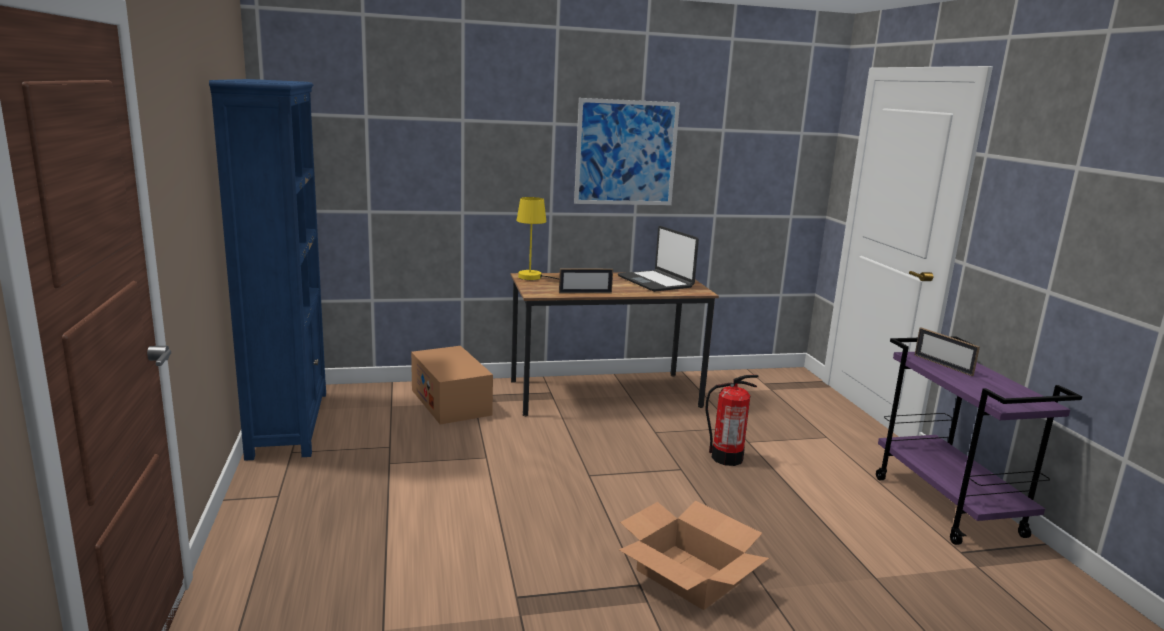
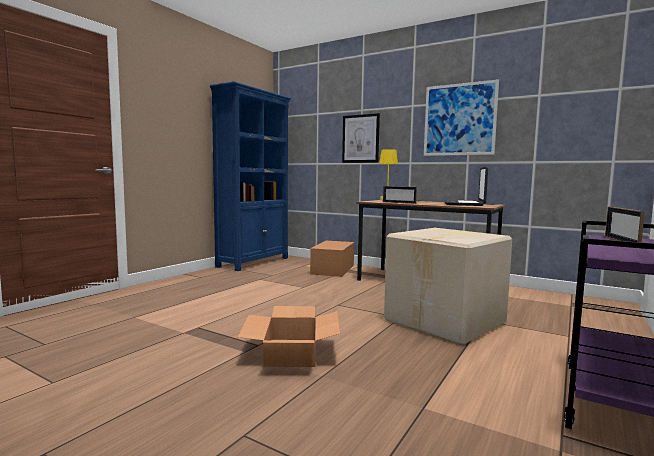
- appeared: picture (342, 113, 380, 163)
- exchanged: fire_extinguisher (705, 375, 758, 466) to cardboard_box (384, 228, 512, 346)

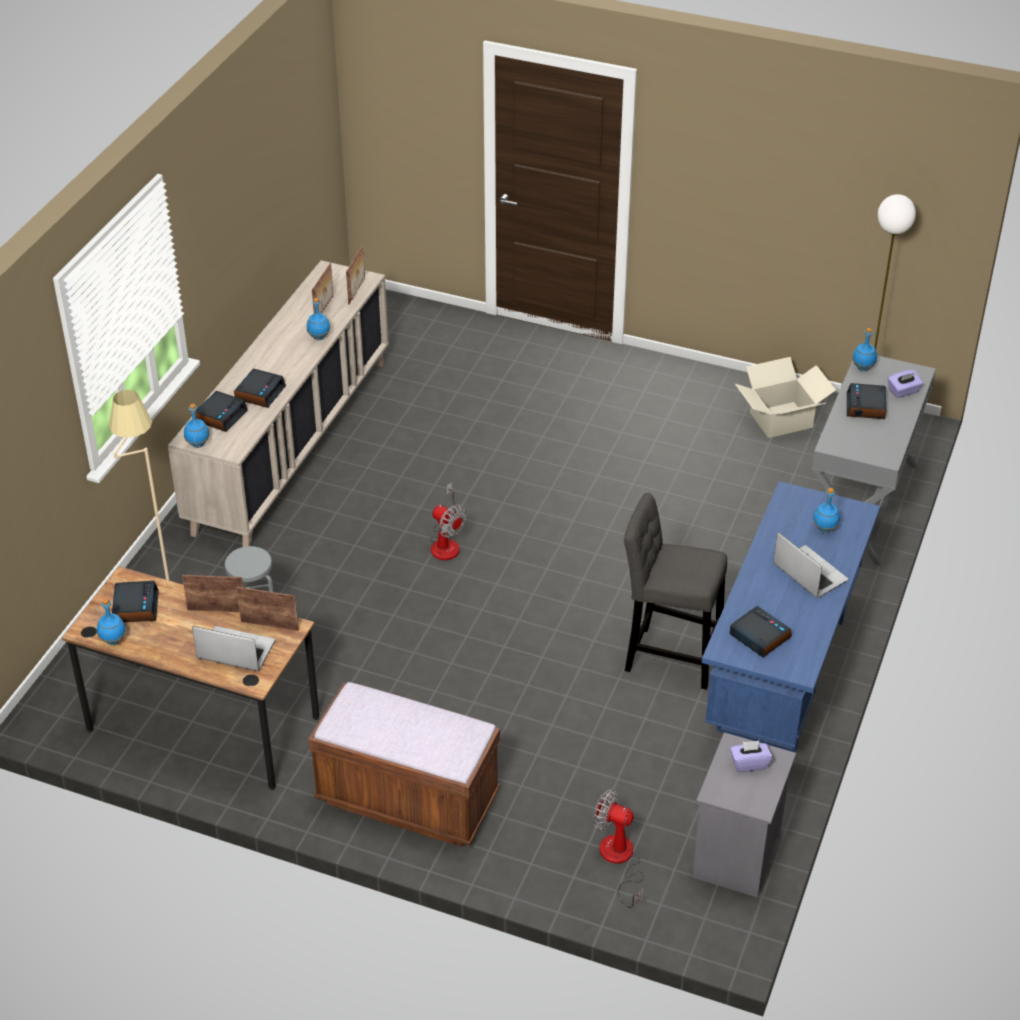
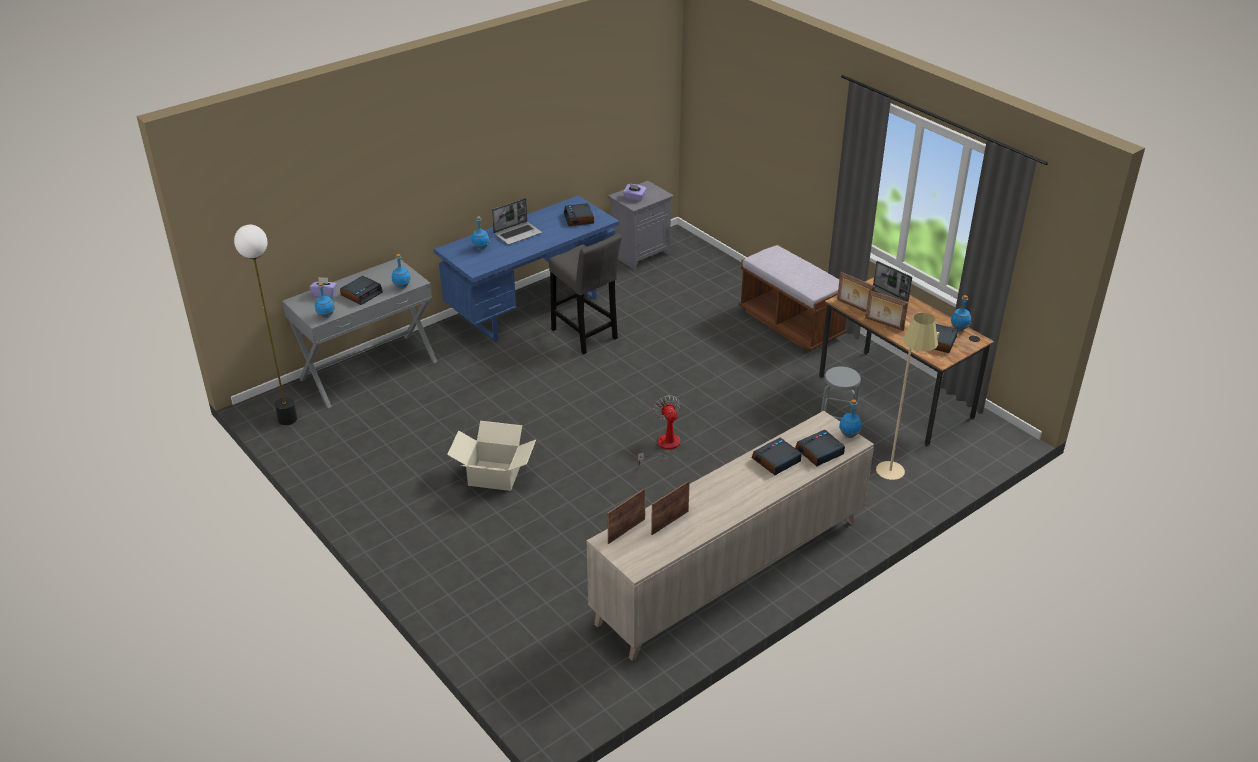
- relocated: blue_bottle (307, 298, 330, 340) to (392, 254, 411, 289)
- relocated: cardboard_box (735, 357, 836, 438) to (447, 421, 536, 491)
- spun: laptop (773, 532, 848, 598) = (492, 198, 542, 245) 120 degrees counterclockwise
- missing: fan (593, 790, 644, 908)

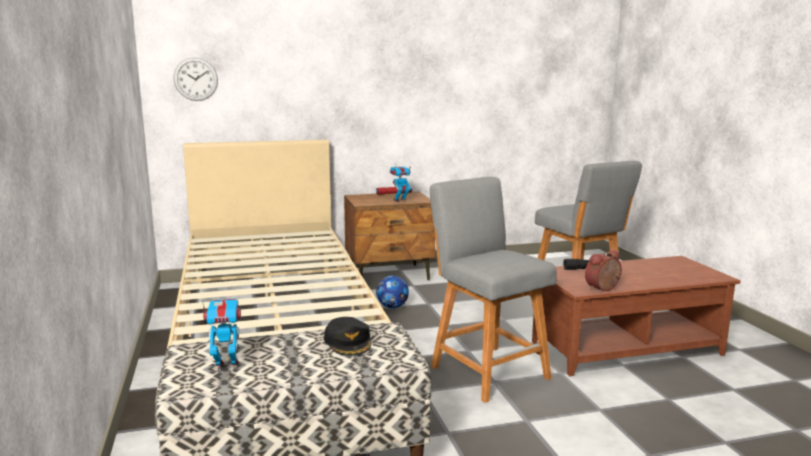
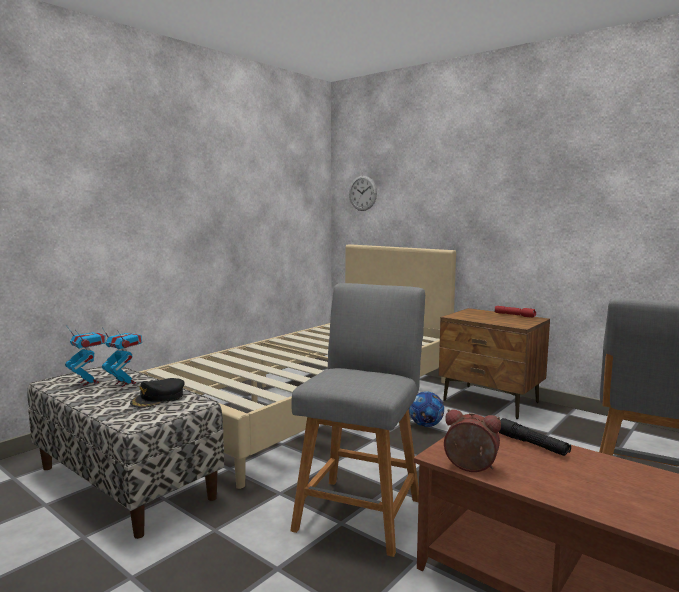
- relocated: toy_robot (390, 165, 411, 202) to (102, 327, 142, 387)

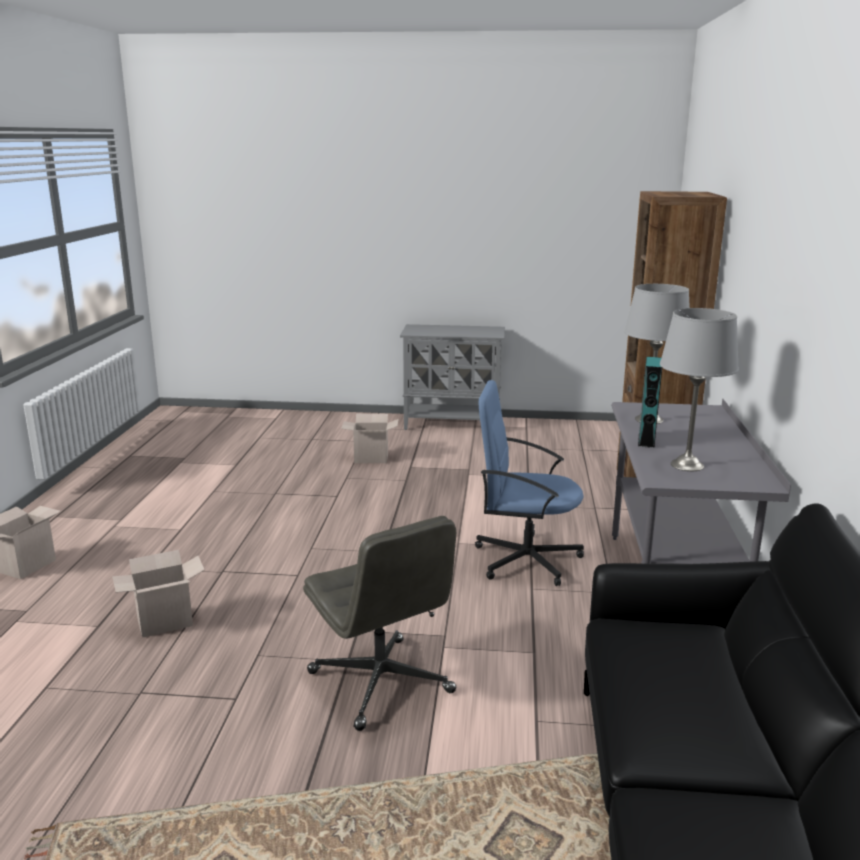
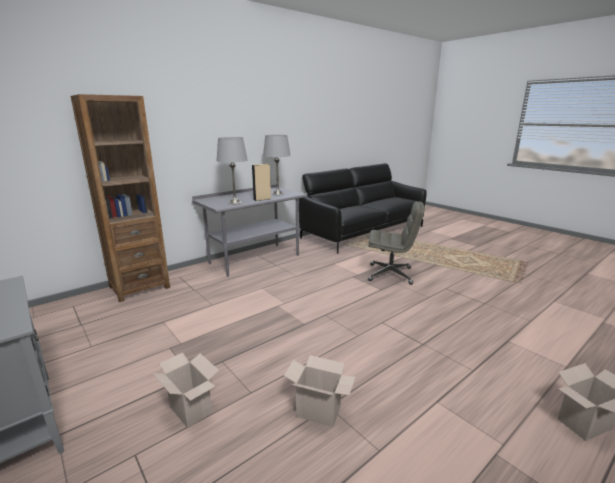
- colour: turquoise_speaker (638, 357, 662, 448) to beige_speaker (252, 164, 271, 201)
- relocated: cardboard_box (112, 550, 205, 637) to (284, 355, 355, 427)
- spun: grey_office_chair (303, 516, 456, 731) = (368, 201, 425, 285) 90 degrees clockwise
- missing: blue_office_chair (475, 380, 584, 586)

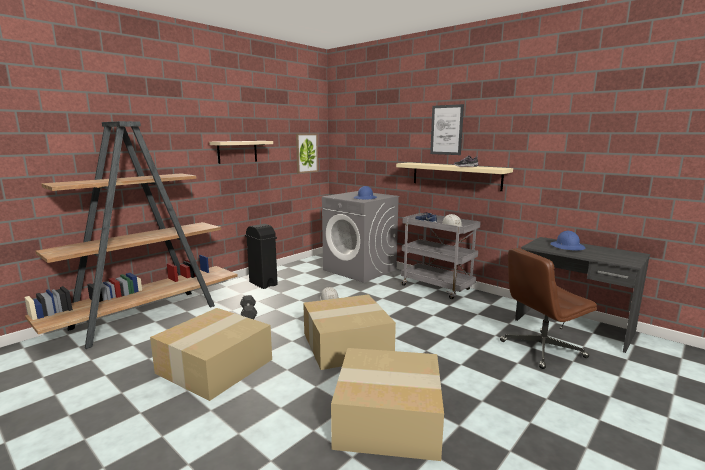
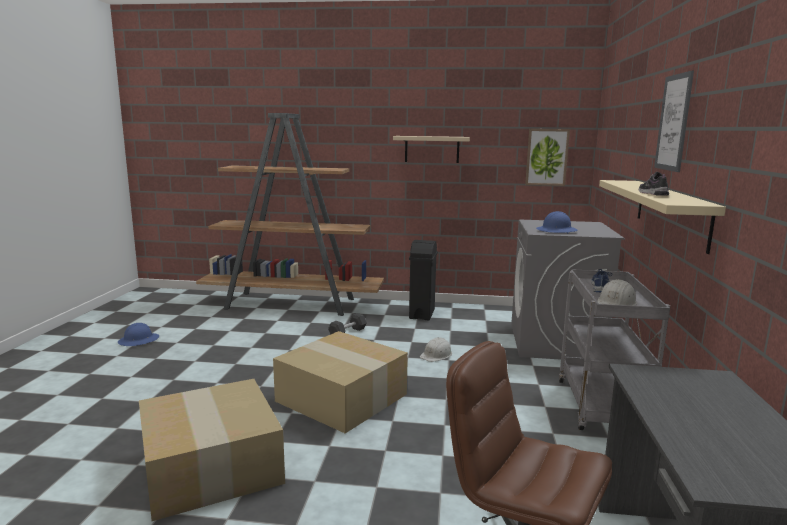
- relocated: blue_hard_hat (550, 231, 585, 251) to (118, 323, 159, 346)
- missing: cardboard_box (150, 308, 272, 401)

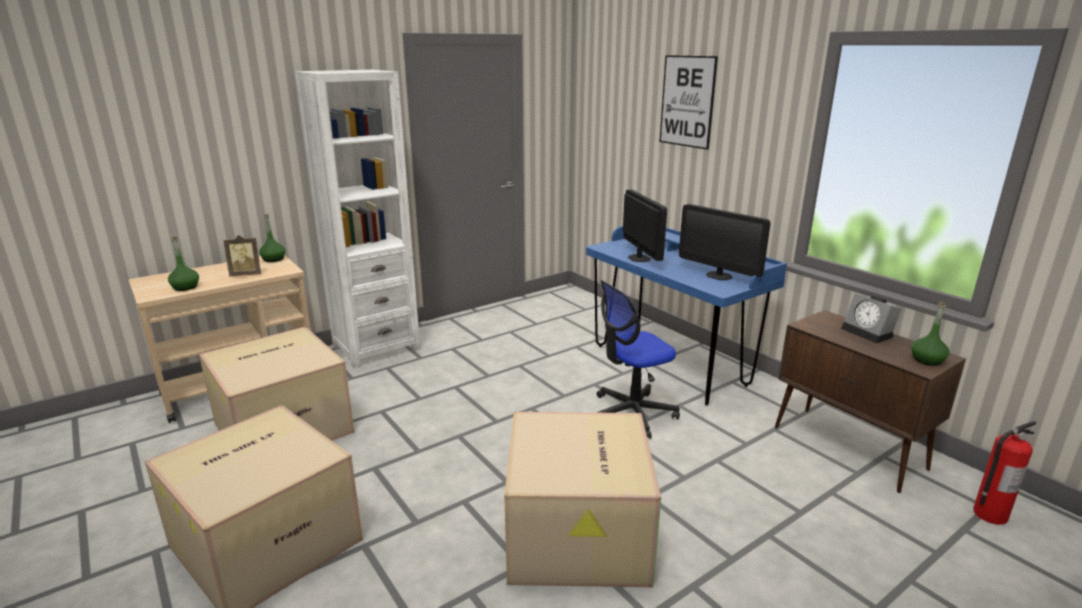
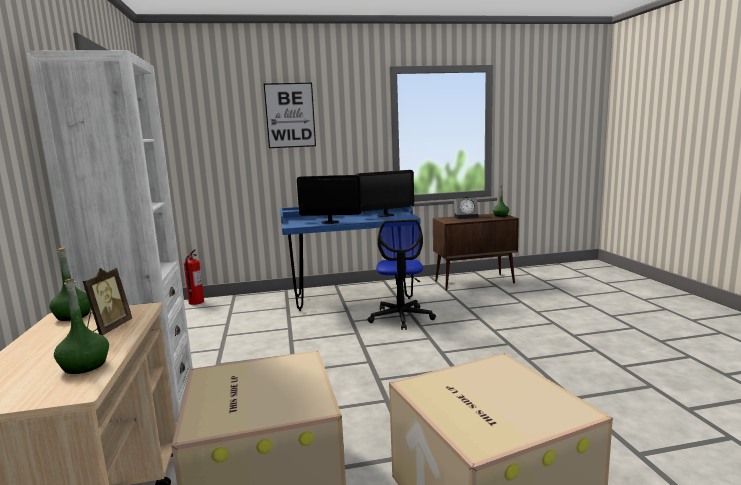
- relocated: fire_extinguisher (973, 421, 1036, 525) to (184, 249, 204, 305)
- missing: cardboard_box (504, 412, 661, 587)

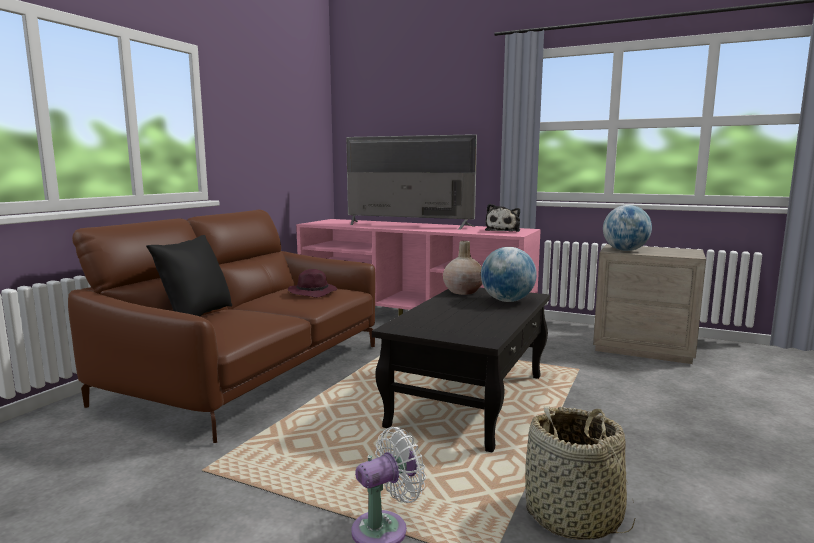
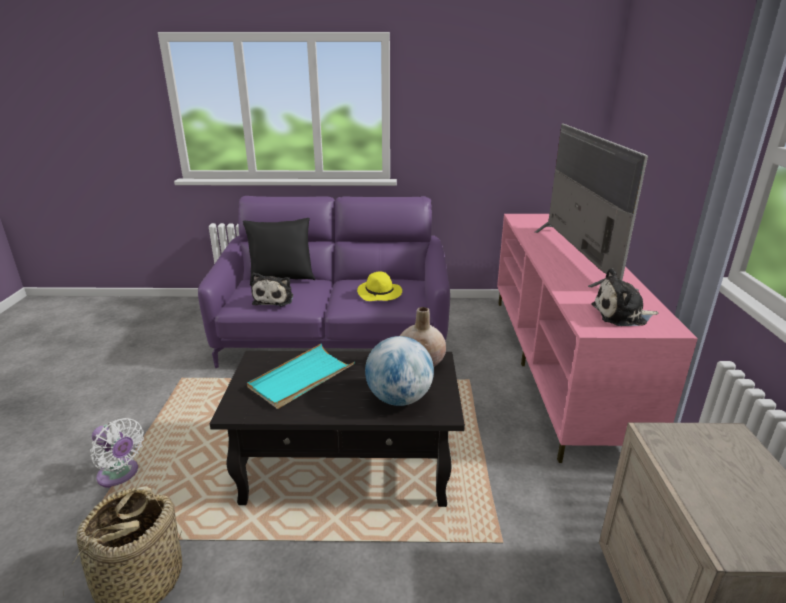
- colour: brown_sofa (68, 210, 376, 443) to purple_sofa (198, 196, 450, 368)
- appeared: turquoise_tray (247, 344, 355, 409)
- appeared: plush_toy (251, 273, 293, 306)
- colour: purple_hat (288, 269, 337, 298) to yellow_hat (357, 271, 402, 301)
- missing: globe (603, 205, 652, 251)

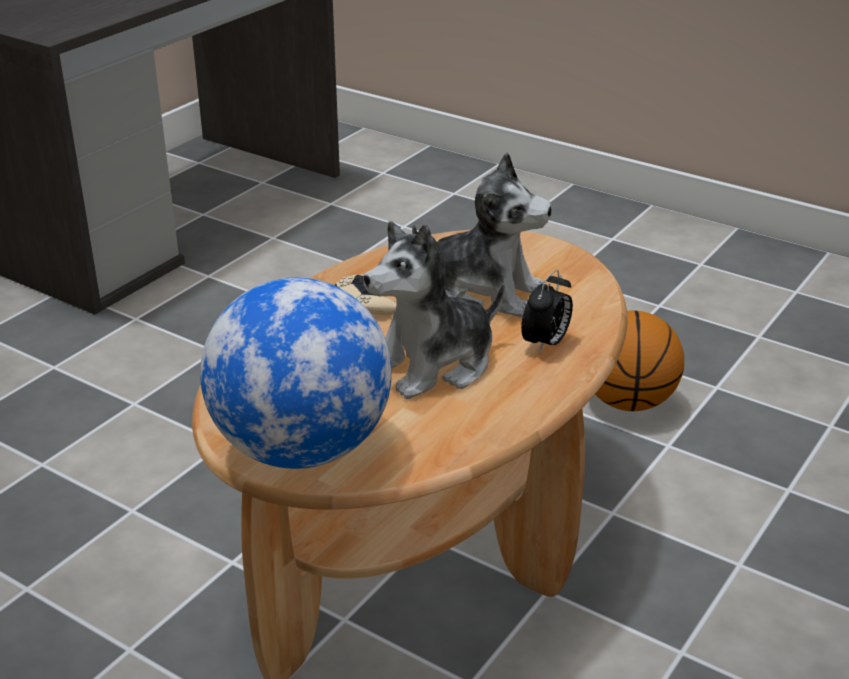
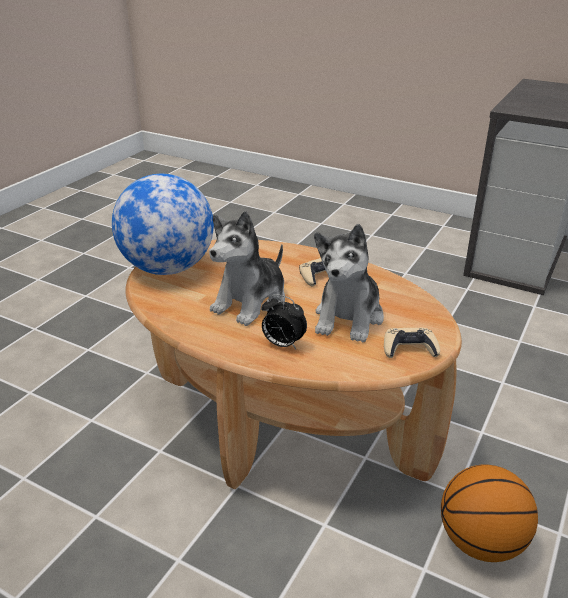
- spun: plush_toy (363, 221, 504, 399) = (209, 211, 285, 326) 105 degrees counterclockwise
- appeared: beige_game_controller (384, 327, 440, 358)

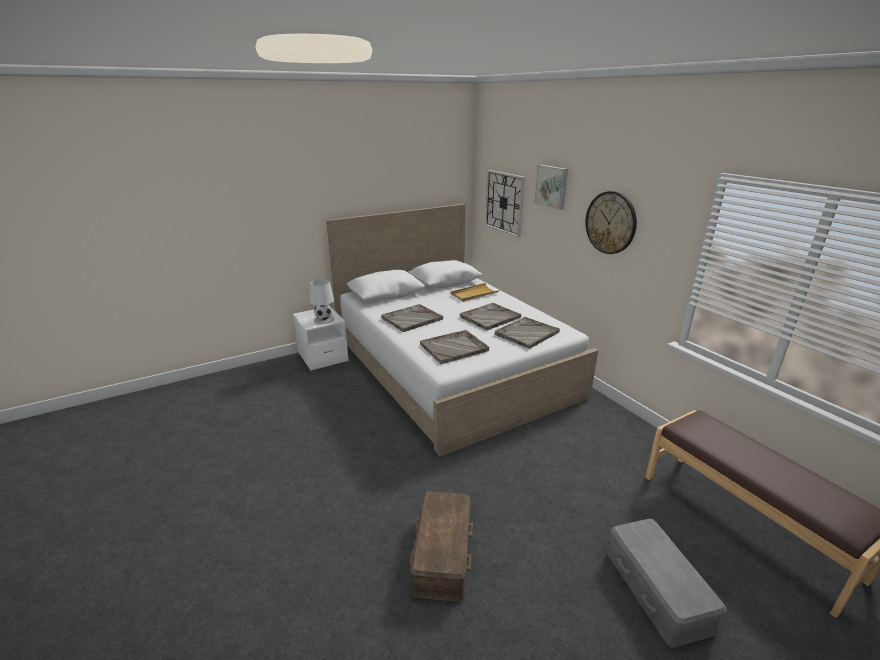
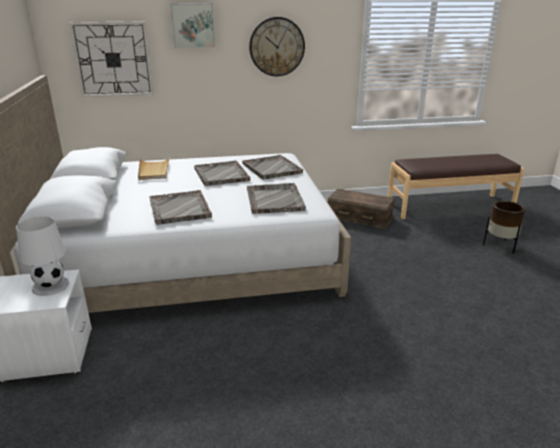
- relocated: brown_storage_box (409, 491, 473, 602) to (328, 189, 395, 229)
- exchanged: grey_storage_box (607, 519, 727, 648) to brown_planter (483, 201, 525, 254)

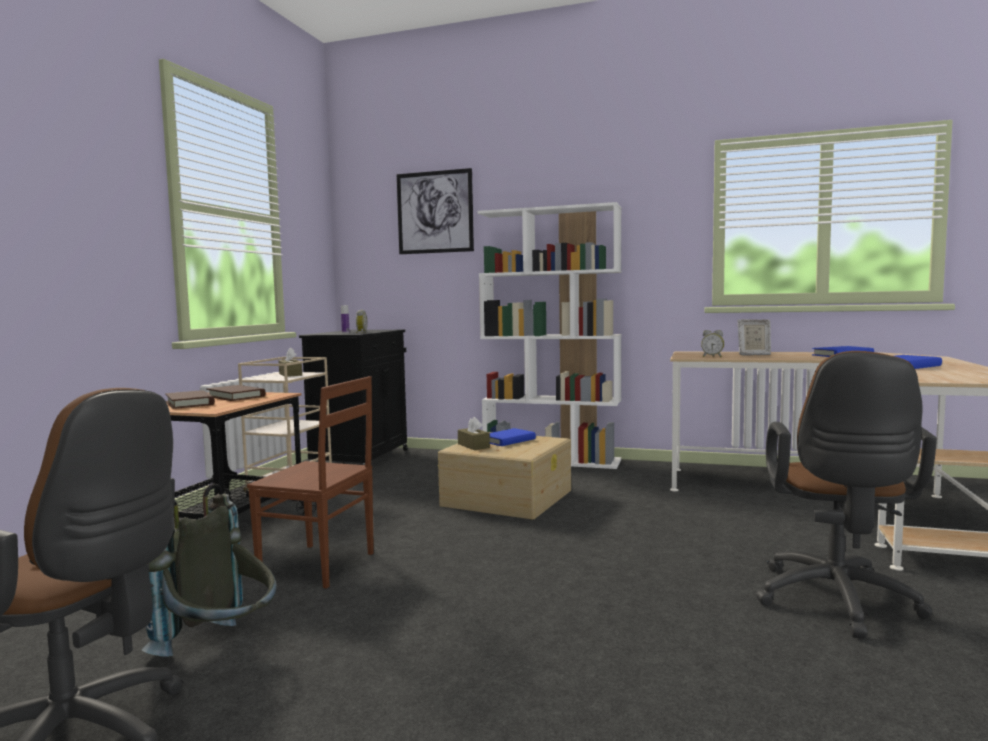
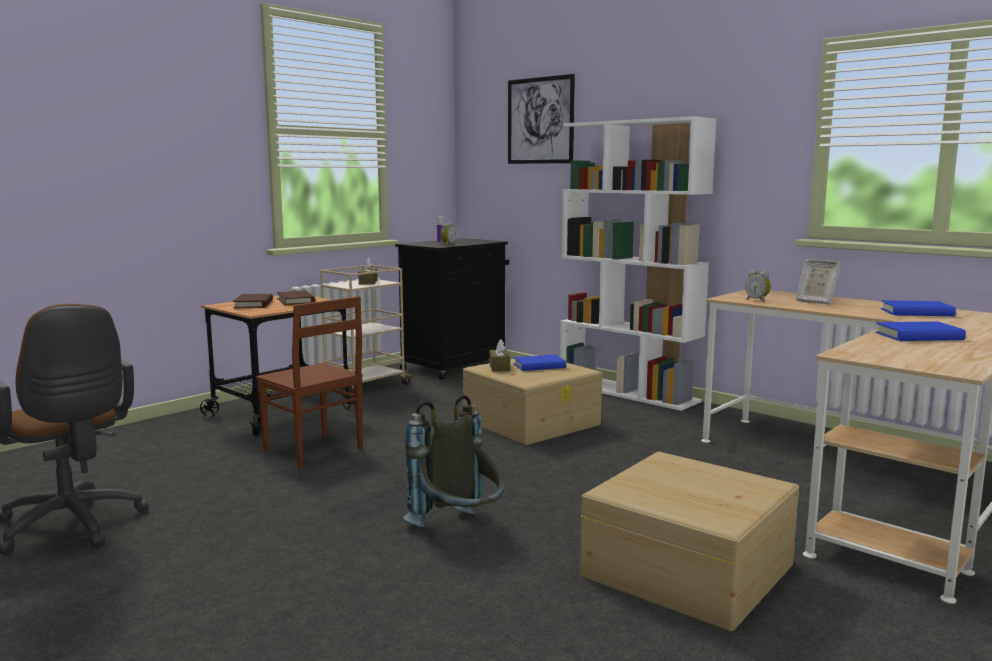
- relocated: grey_backpack (142, 483, 277, 657) to (403, 395, 505, 527)
- exchanged: brown_office_chair (756, 351, 937, 639) to beige_storage_box (580, 451, 799, 631)

